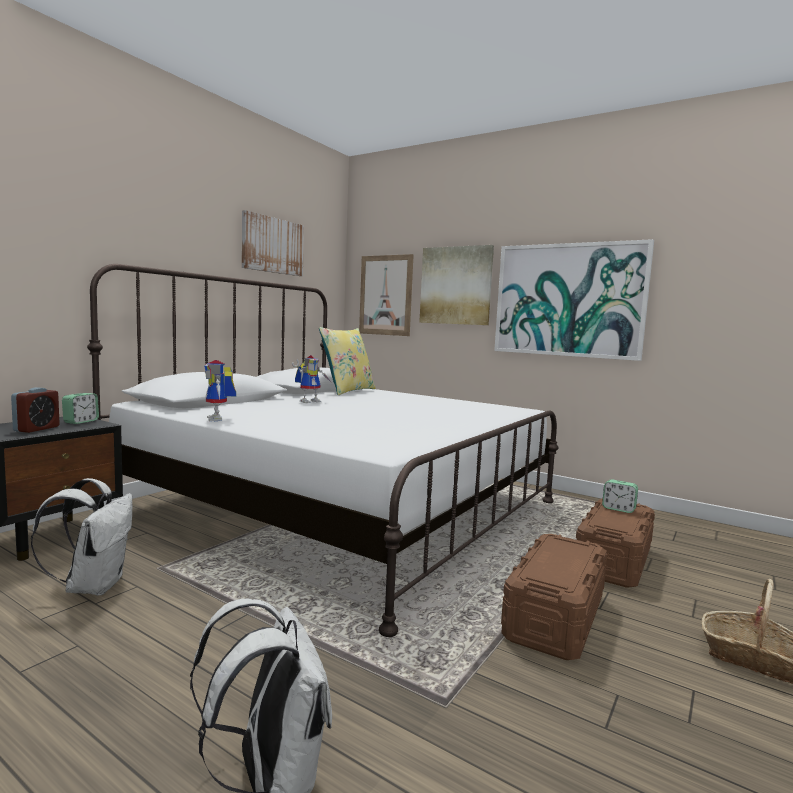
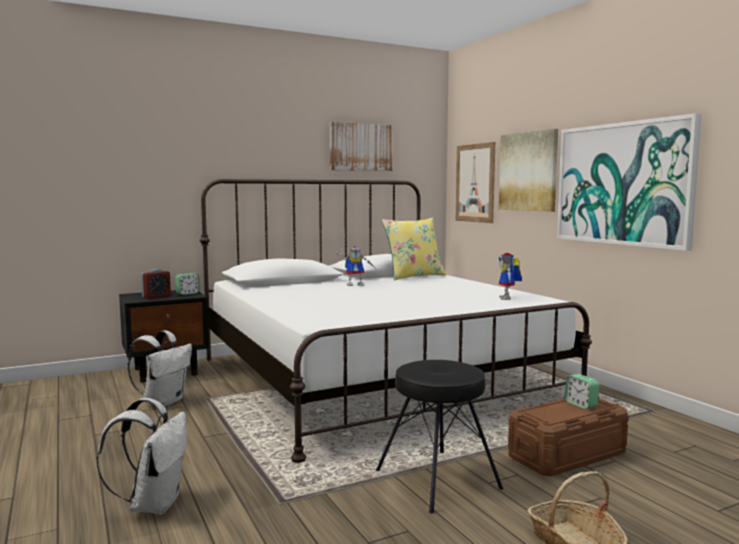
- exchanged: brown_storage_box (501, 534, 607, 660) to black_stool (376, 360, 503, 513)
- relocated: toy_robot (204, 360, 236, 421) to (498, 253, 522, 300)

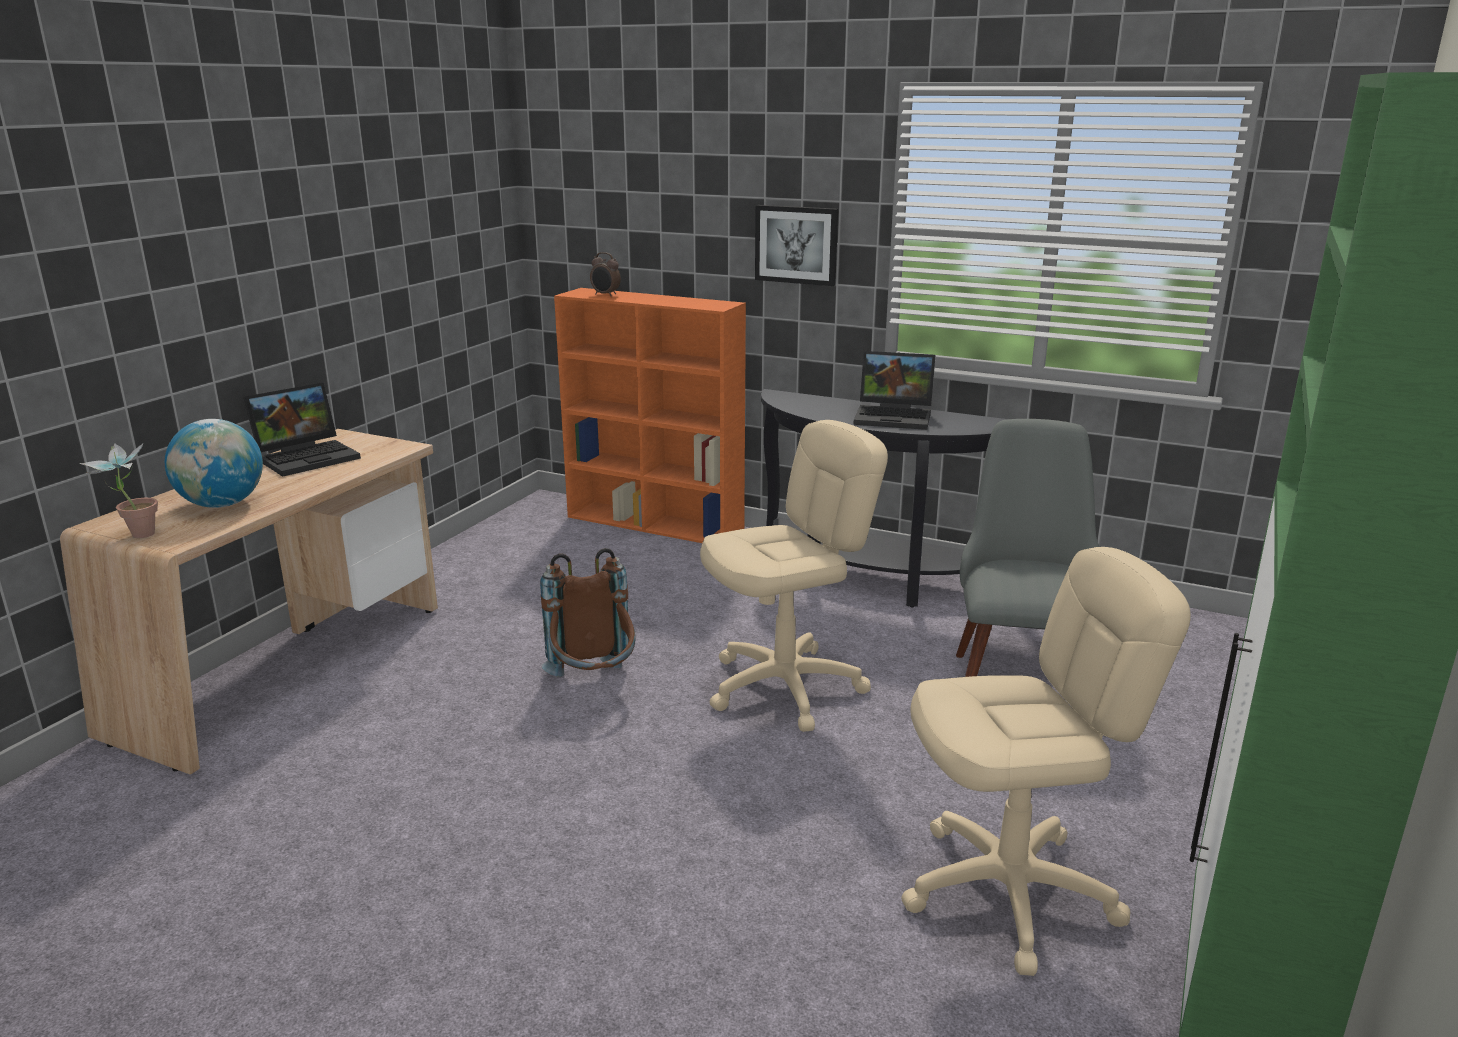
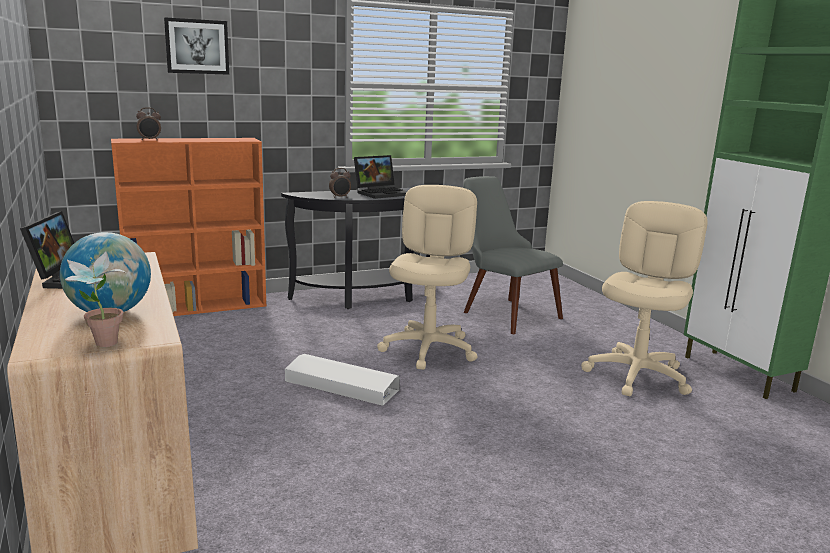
- relocated: picture (755, 205, 838, 286) to (164, 17, 229, 75)
- exchanged: brown_backpack (540, 548, 636, 677) to white_storage_box (285, 354, 400, 406)
- appeared: alarm_clock (329, 168, 351, 198)

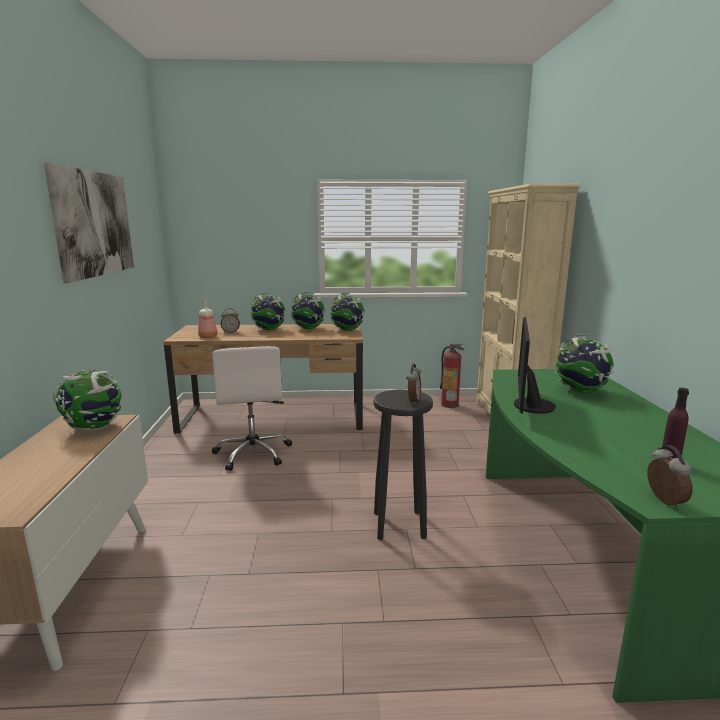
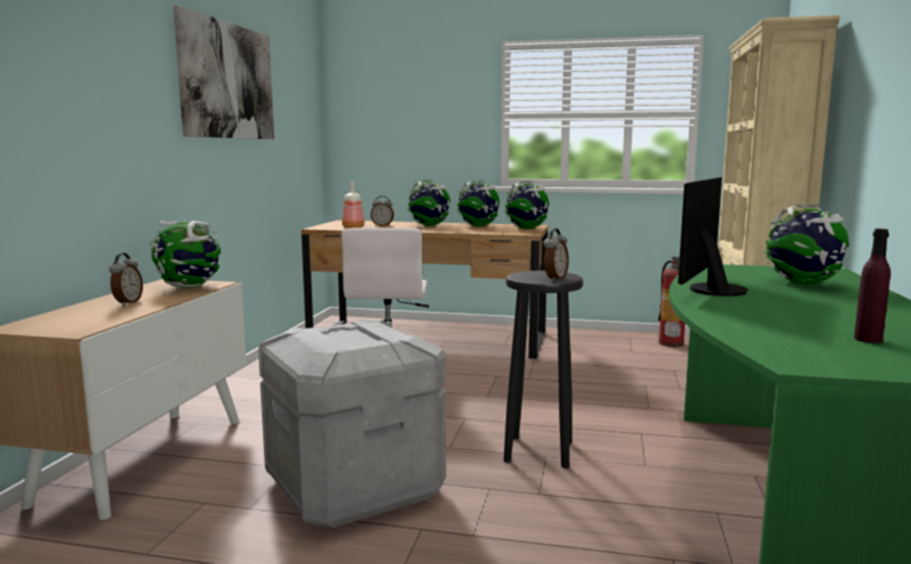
- relocated: alarm_clock (647, 445, 693, 509) to (109, 253, 143, 306)
- appeared: grey_storage_box (258, 319, 446, 528)

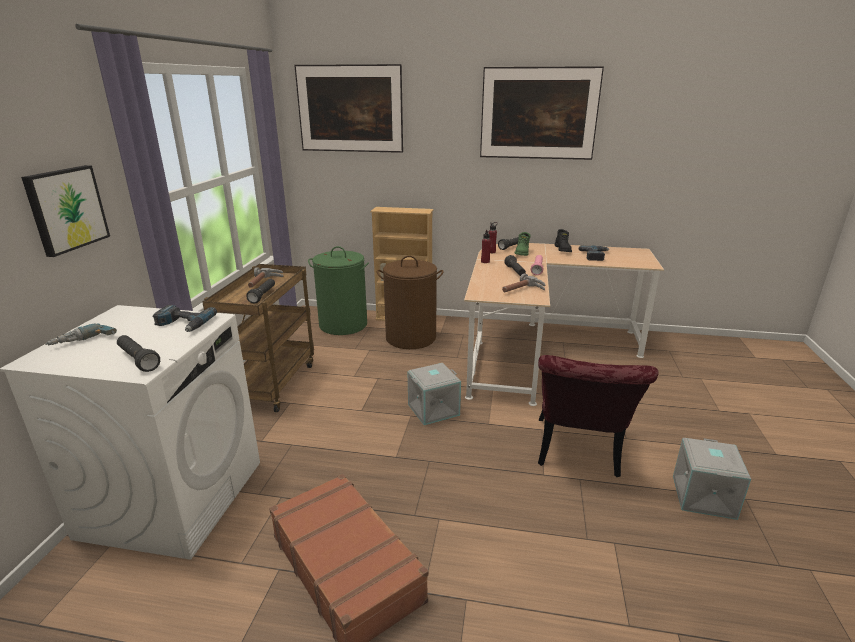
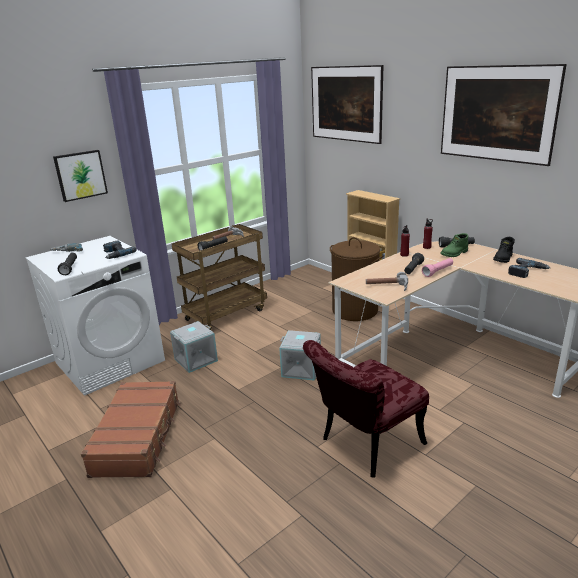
- relocated: grey_storage_box (673, 438, 751, 520) to (170, 321, 218, 373)
- missing: green_laundry_basket (308, 246, 369, 335)

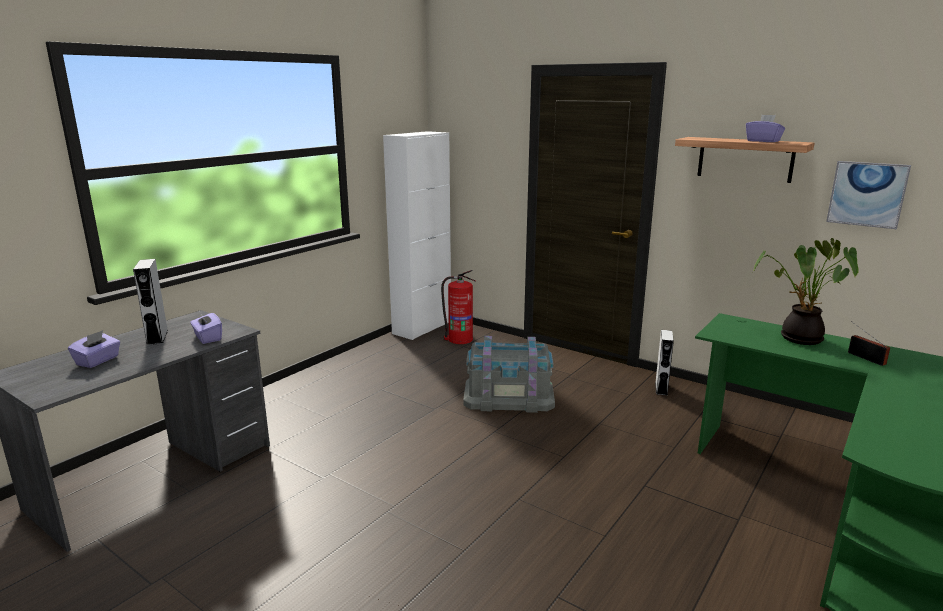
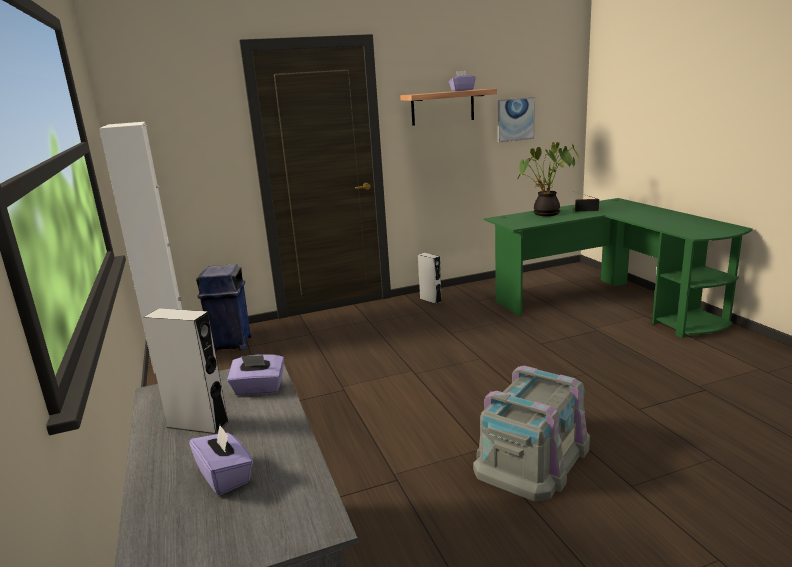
- exchanged: fire_extinguisher (441, 270, 476, 344) to blue_trash_can (196, 264, 252, 352)
- relocated: grey_storage_box (463, 336, 555, 413) to (473, 366, 590, 502)

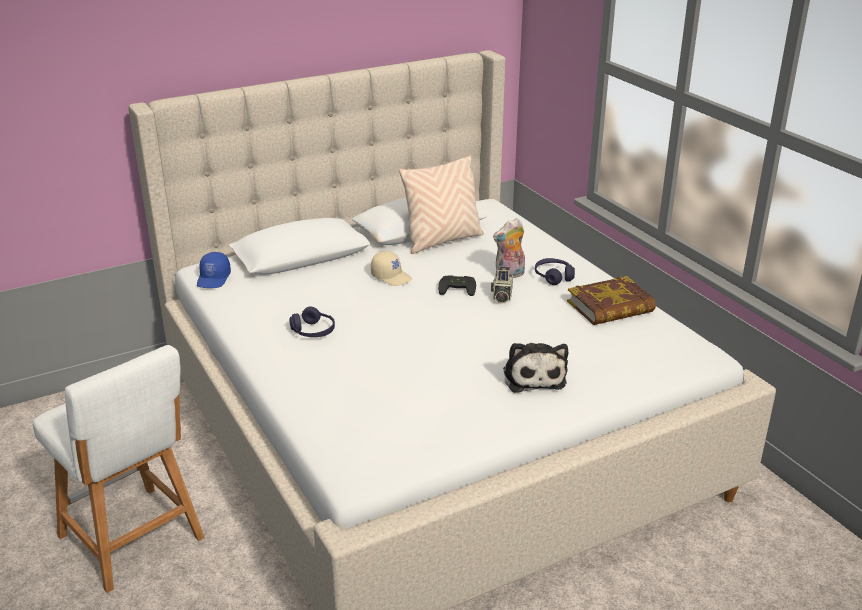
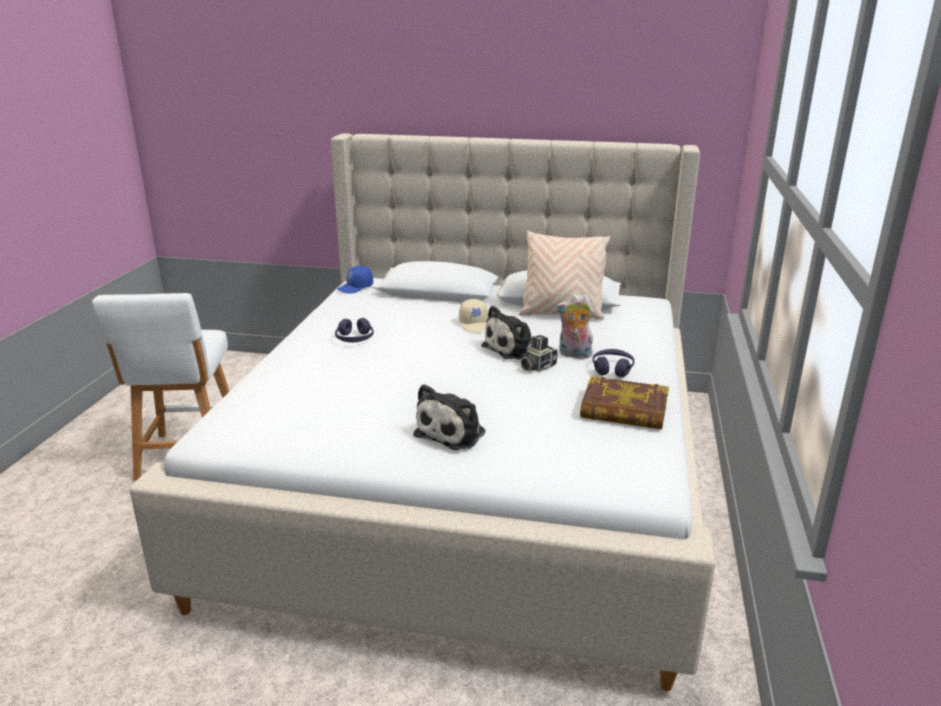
- exchanged: black_game_controller (438, 275, 476, 296) to plush_toy (481, 306, 532, 360)

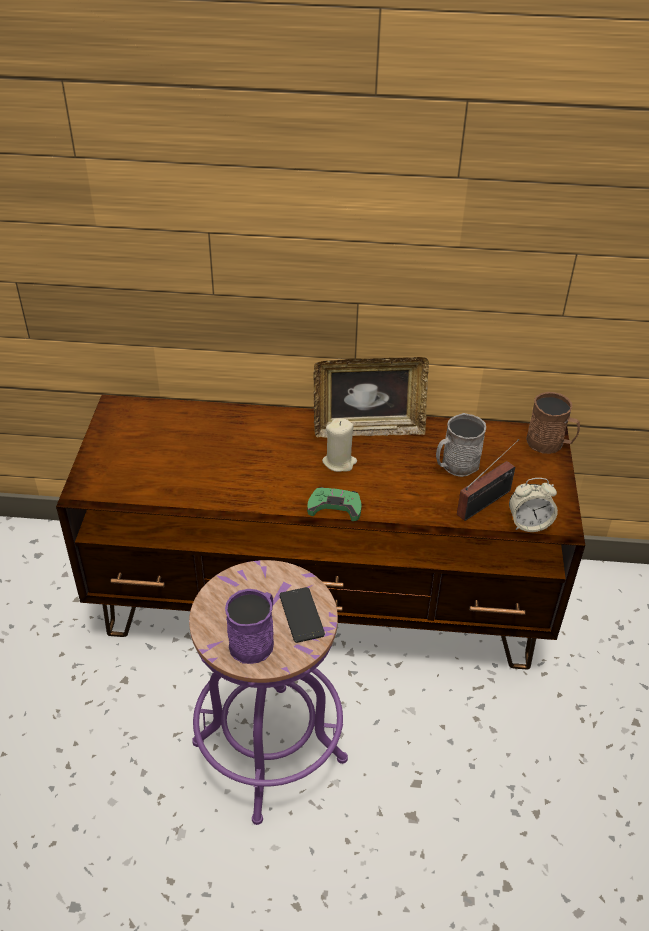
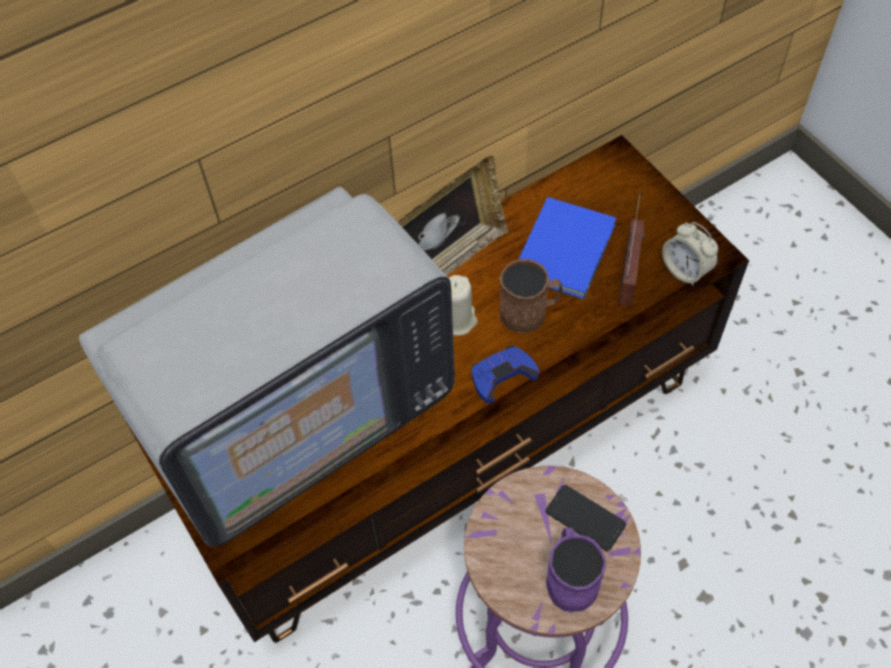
- appeared: television (79, 187, 455, 546)
- colour: green_game_controller (307, 487, 362, 521) to blue_game_controller (471, 346, 539, 403)
- relocated: brown_mug (526, 392, 580, 454) to (499, 259, 562, 334)
- exchanged: grey_mug (436, 413, 486, 477) to blue_book (518, 197, 616, 299)
- spun: alarm_clock (509, 478, 558, 532) = (662, 222, 718, 286) 90 degrees clockwise

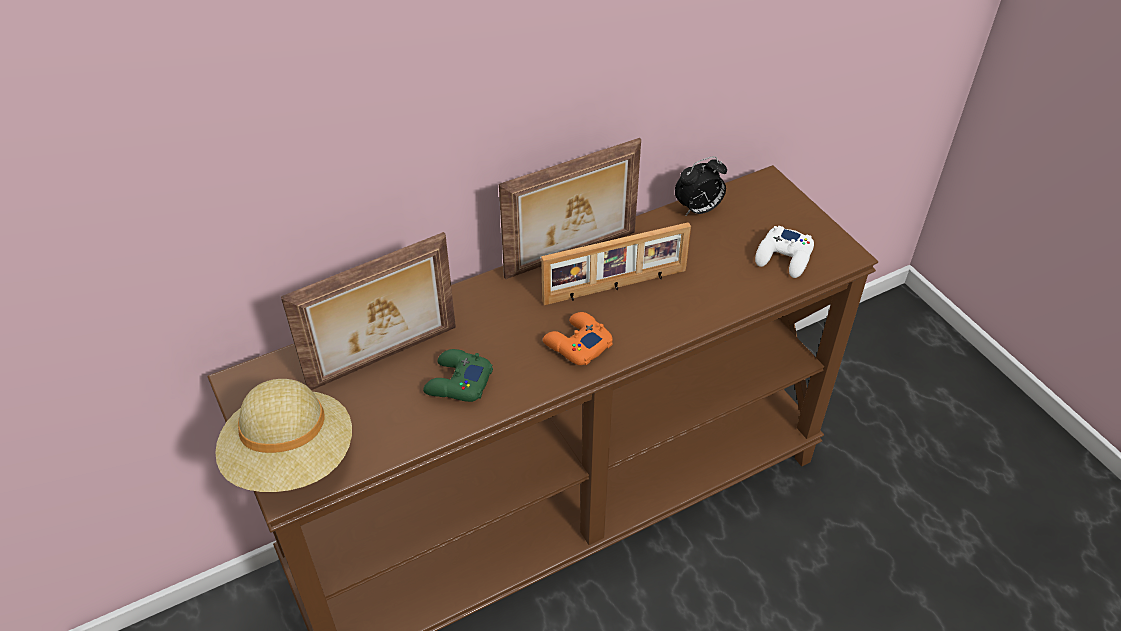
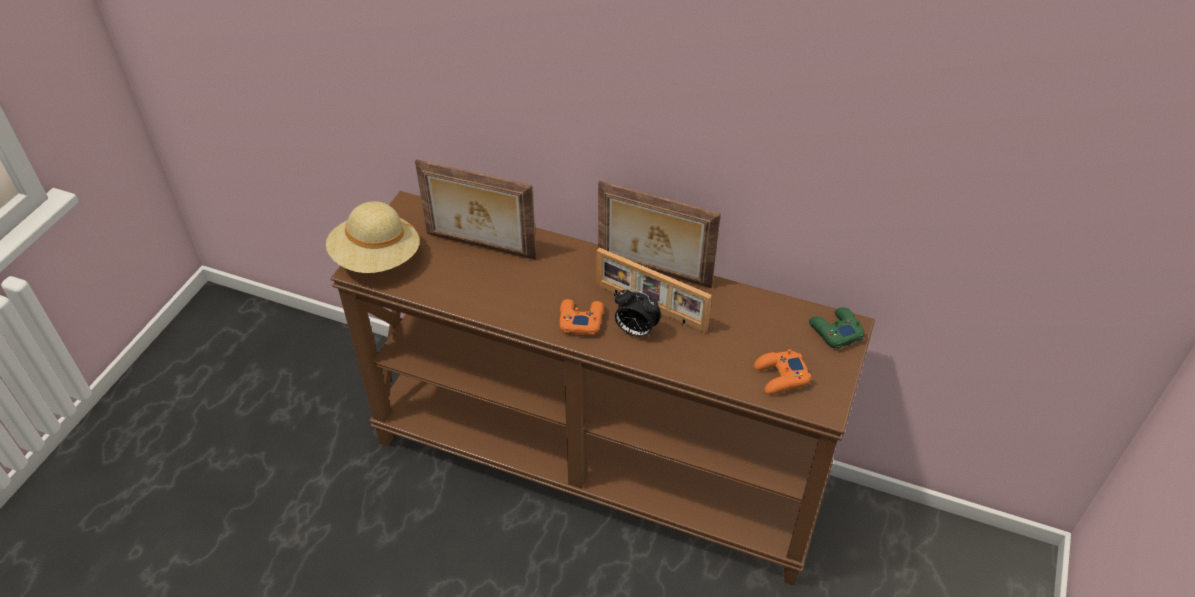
- relocated: alarm_clock (675, 156, 727, 216) to (615, 289, 661, 338)
- colour: white_game_controller (755, 226, 814, 278) to orange_game_controller (754, 349, 811, 395)
- relocated: green_game_controller (423, 349, 493, 402) to (809, 307, 864, 349)

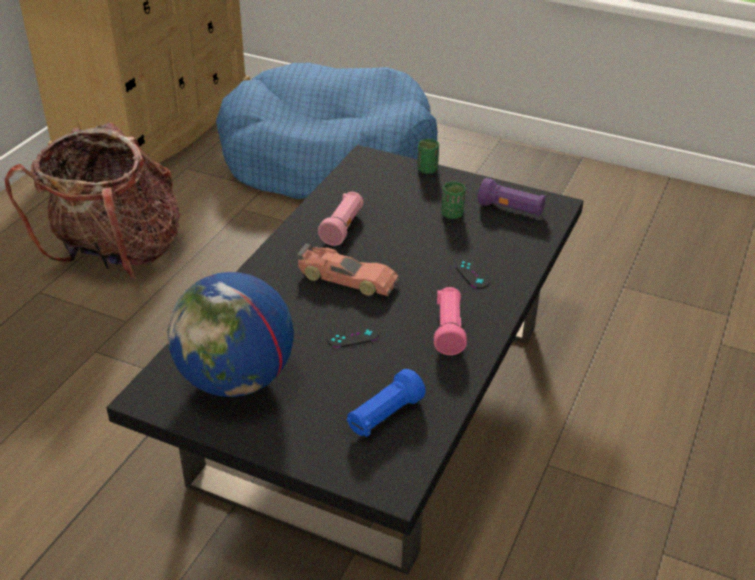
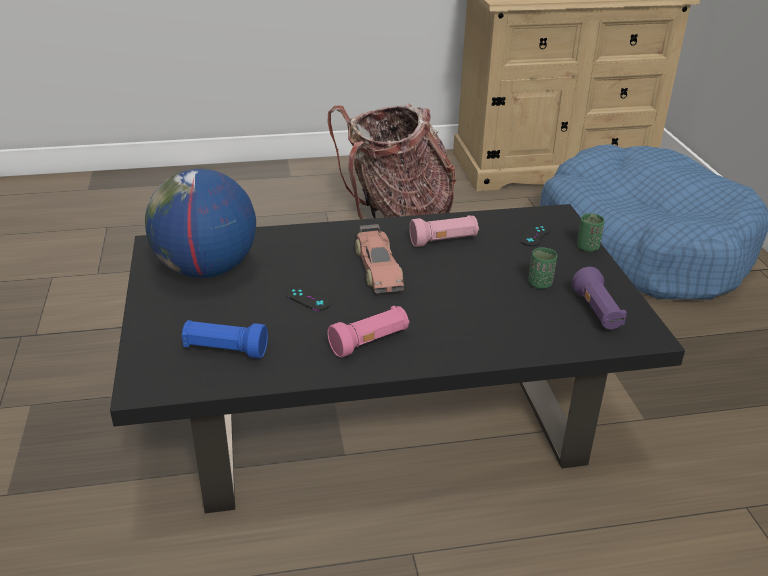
- relocated: black_game_controller (455, 259, 490, 289) to (520, 224, 550, 246)

